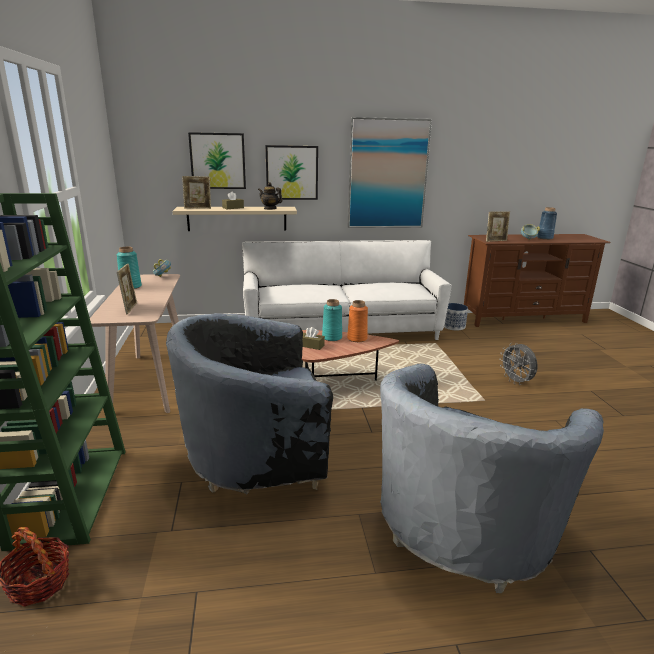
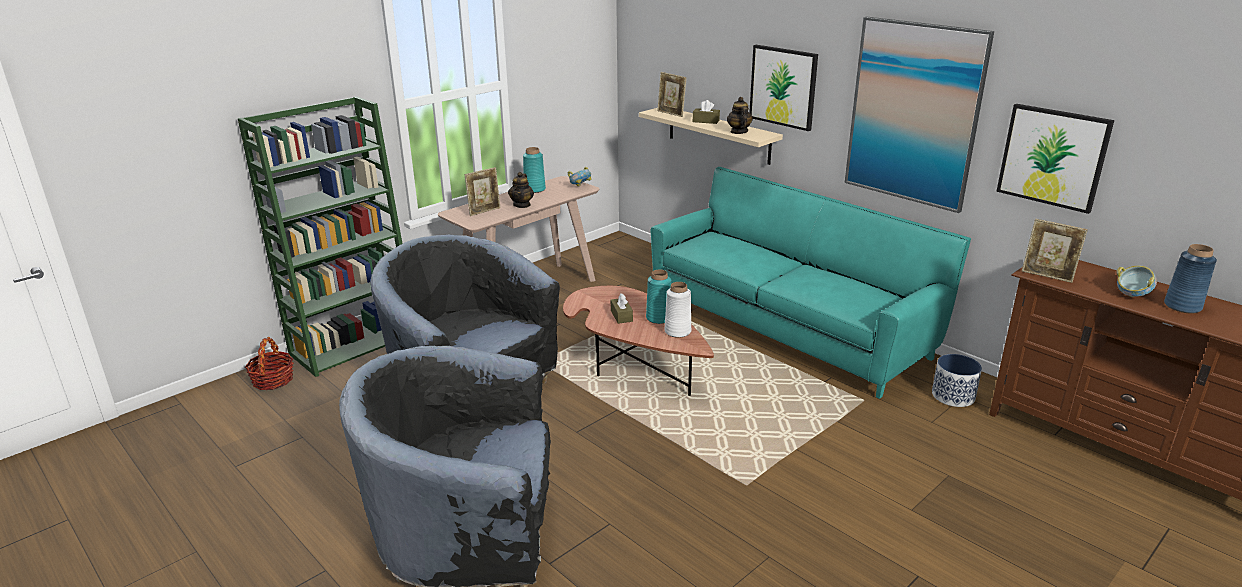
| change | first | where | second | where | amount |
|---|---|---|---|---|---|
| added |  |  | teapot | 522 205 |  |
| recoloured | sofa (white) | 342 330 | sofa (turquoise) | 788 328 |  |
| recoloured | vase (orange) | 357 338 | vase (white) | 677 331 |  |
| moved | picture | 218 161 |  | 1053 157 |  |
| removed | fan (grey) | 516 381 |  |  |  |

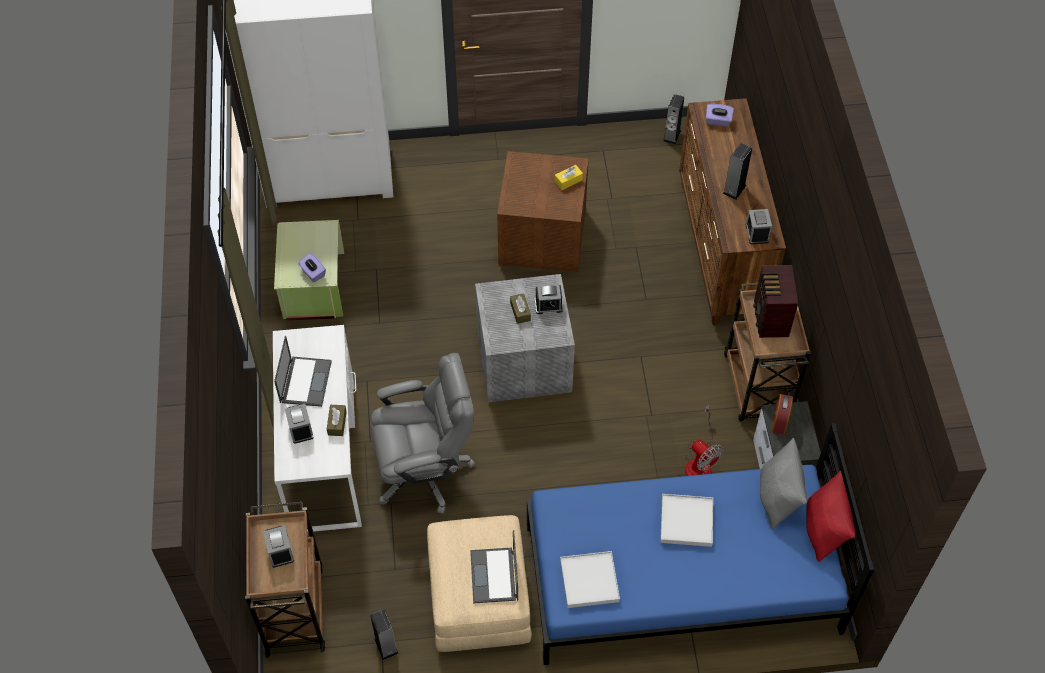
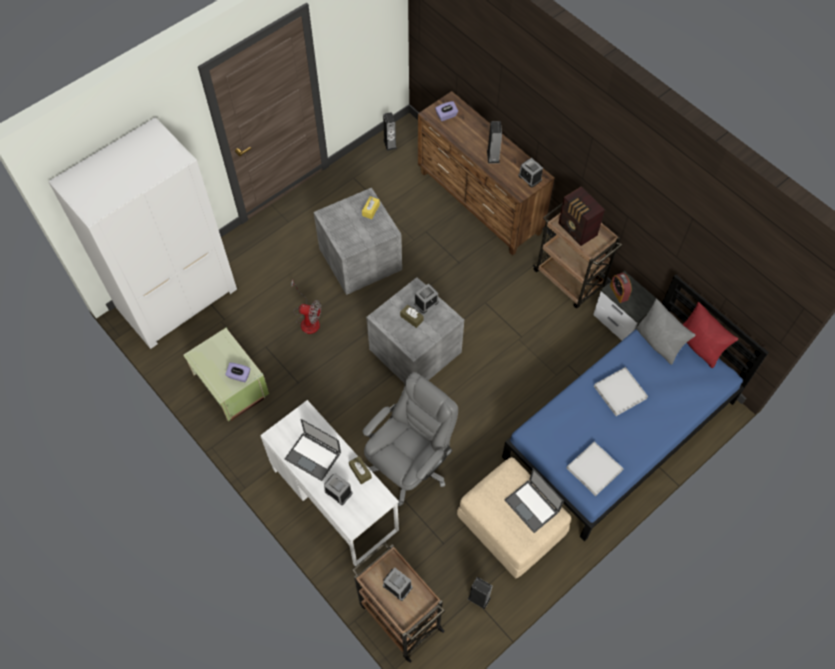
| change | first | where | second | where | amount |
|---|---|---|---|---|---|
| turned | laptop | 305 381 |  | 313 456 | 150 degrees clockwise |
| moved | fan | 699 462 |  | 307 319 |  |
| recoloured | storage box (brown) | 544 236 | storage box (grey) | 360 258 |  |

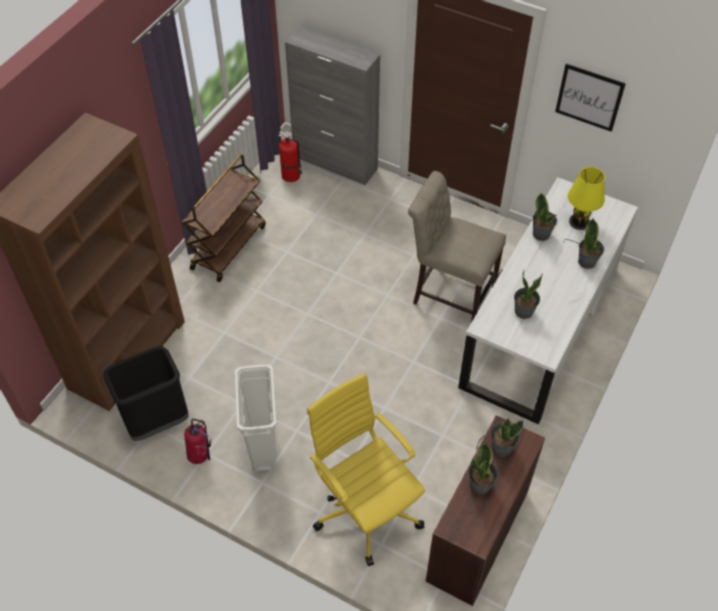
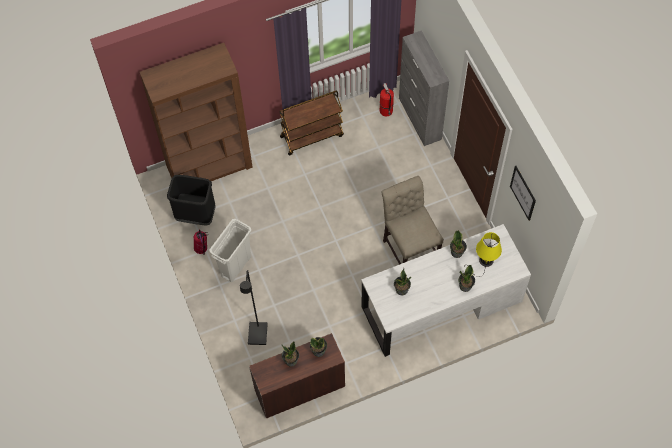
| change | first | where | second | where | amount |
|---|---|---|---|---|---|
| replaced | office chair (yellow) | 366 508 | floor lamp (black) | 258 334 |  |

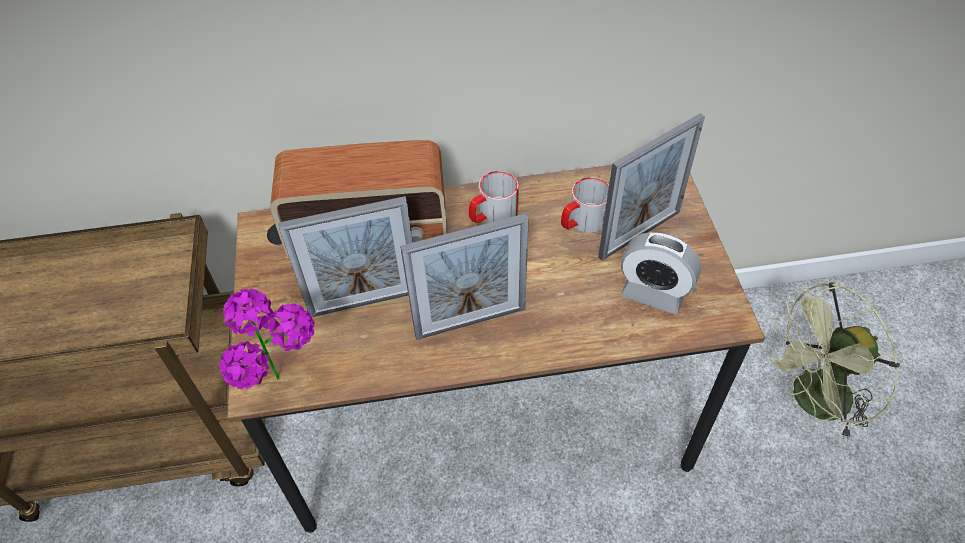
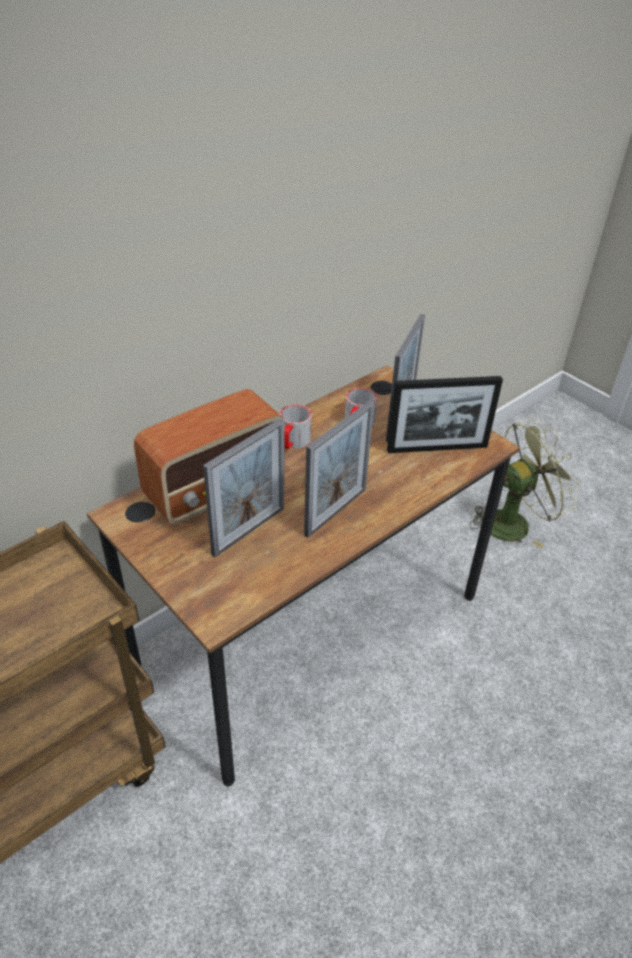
| change | first | where | second | where | amount |
|---|---|---|---|---|---|
| replaced | alarm clock | 653 293 | picture frame | 437 448 |  |
| turned | fan (green) | 811 402 |  | 514 522 | 150 degrees counterclockwise |
| removed | potted plant | 288 389 |  |  |  |

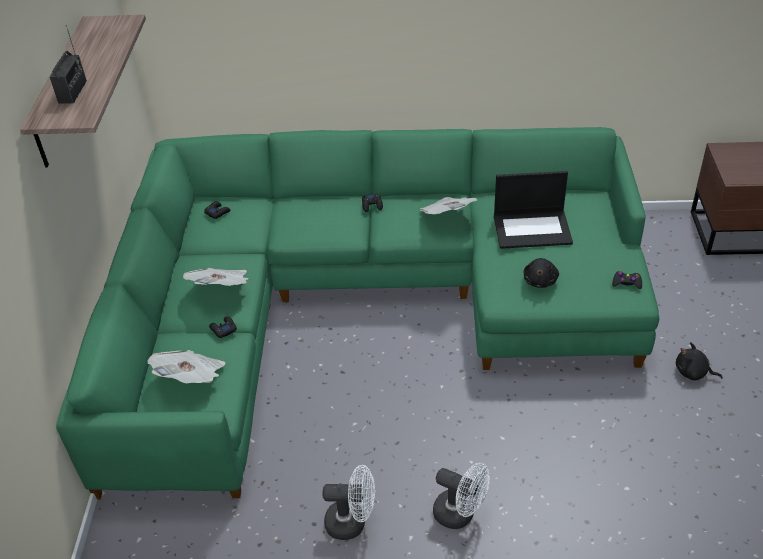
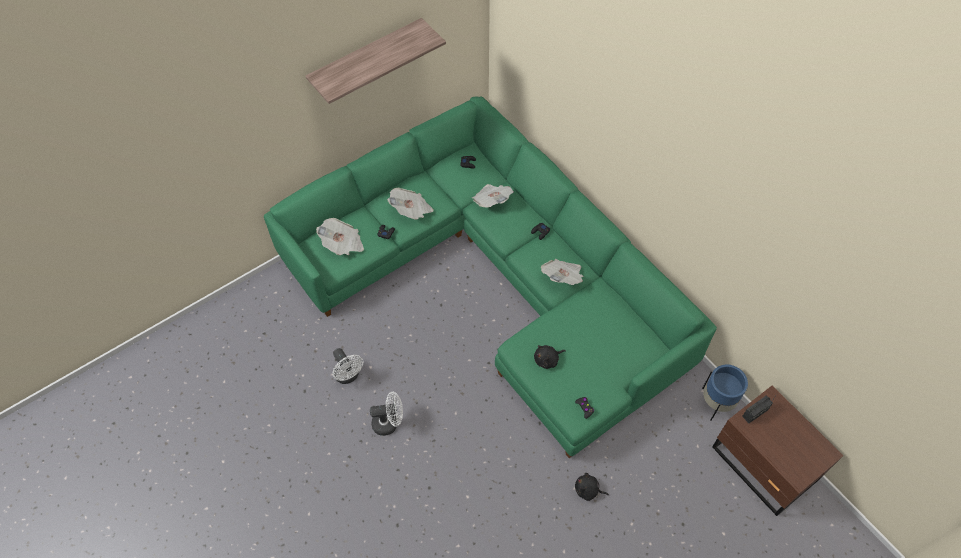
| change | first | where | second | where | amount |
|---|---|---|---|---|---|
| turned | fan (white) | 460 514 |  | 389 423 | 90 degrees counterclockwise |
| added |  |  | newspaper | 492 201 |  |
| turned | plush toy (black) | 693 373 |  | 588 490 | 60 degrees counterclockwise |
| added |  |  | planter (blue) | 716 403 |  |
| moved | radio | 73 92 |  | 755 413 |  |
| removed | laptop | 533 229 |  |  |  |

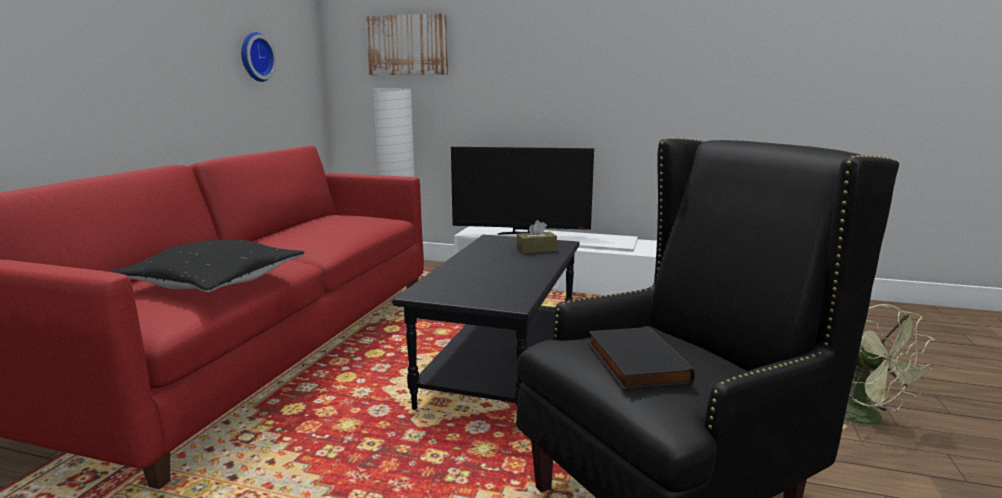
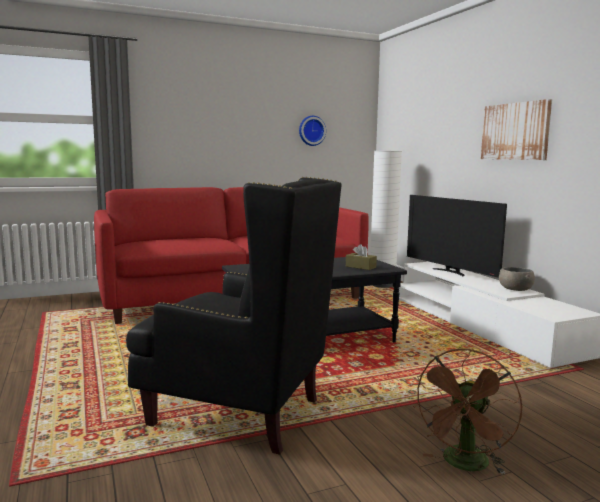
| change | first | where | second | where | amount |
|---|---|---|---|---|---|
| recoloured | fan (green) | 866 418 | fan (brown) | 465 465 |  |
| moved | picture | 407 45 |  | 515 131 |  |
| added |  |  | bowl (grey) | 515 289 |  |
| removed | pillow (black) | 213 282 |  |  |  |
| removed | book (black) | 634 363 |  |  |  |

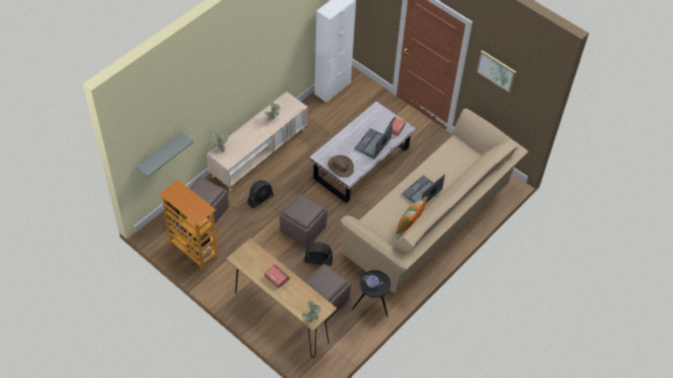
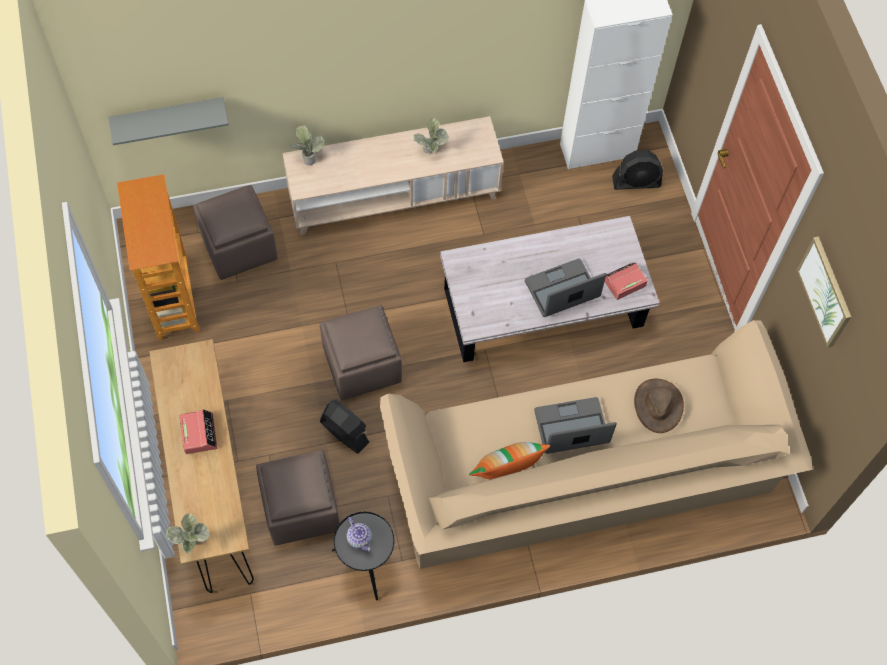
| change | first | where | second | where | amount |
|---|---|---|---|---|---|
| moved | fan (black) | 260 199 |  | 636 182 |  |
| moved | hat (brown) | 340 166 |  | 657 405 |  |

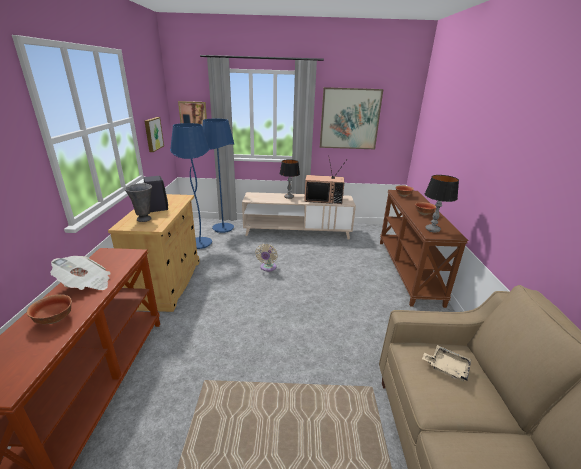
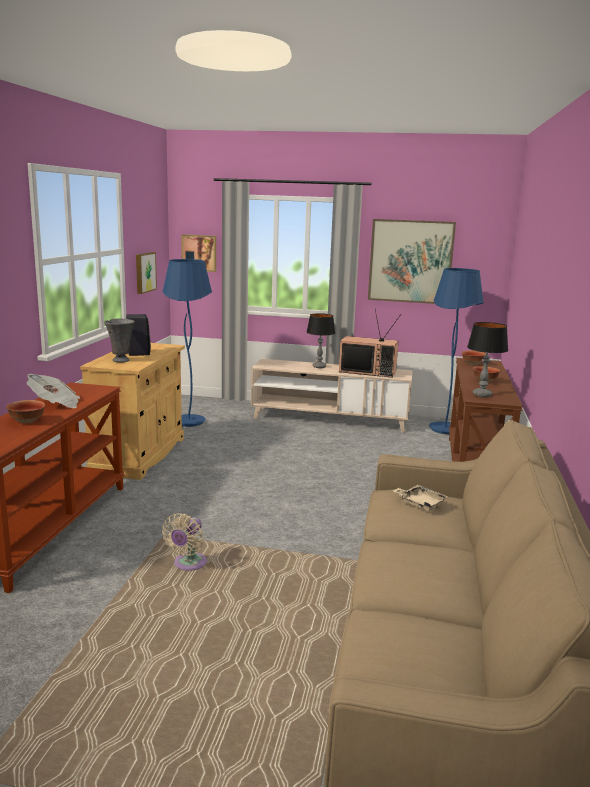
| change | first | where | second | where | amount |
|---|---|---|---|---|---|
| moved | fan (beige) | 267 268 |  | 188 564 |  |
| moved | floor lamp (blue) | 223 228 |  | 445 429 |  |

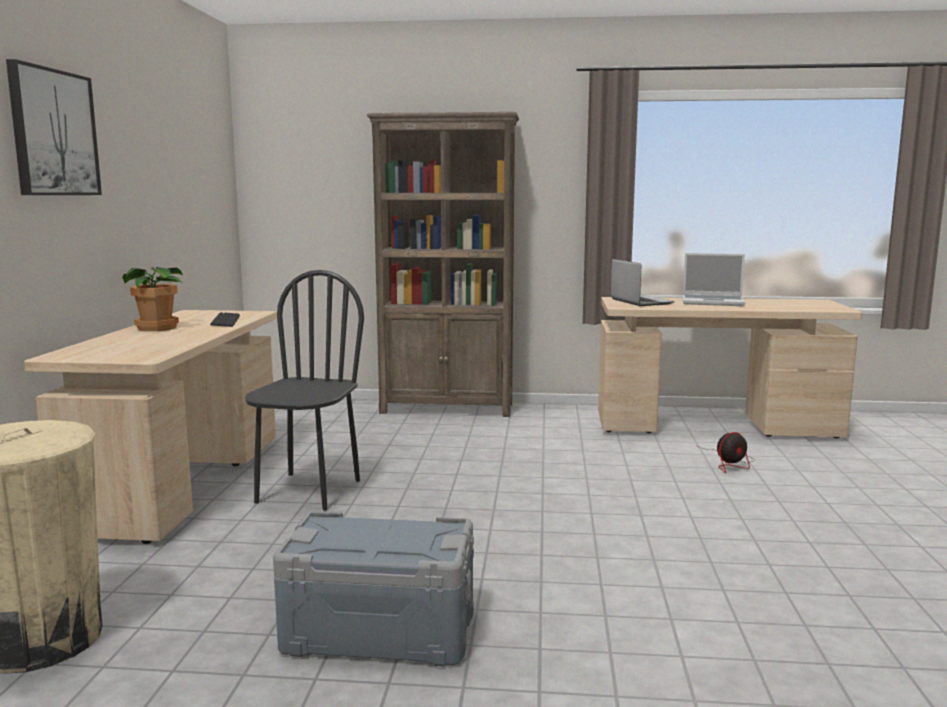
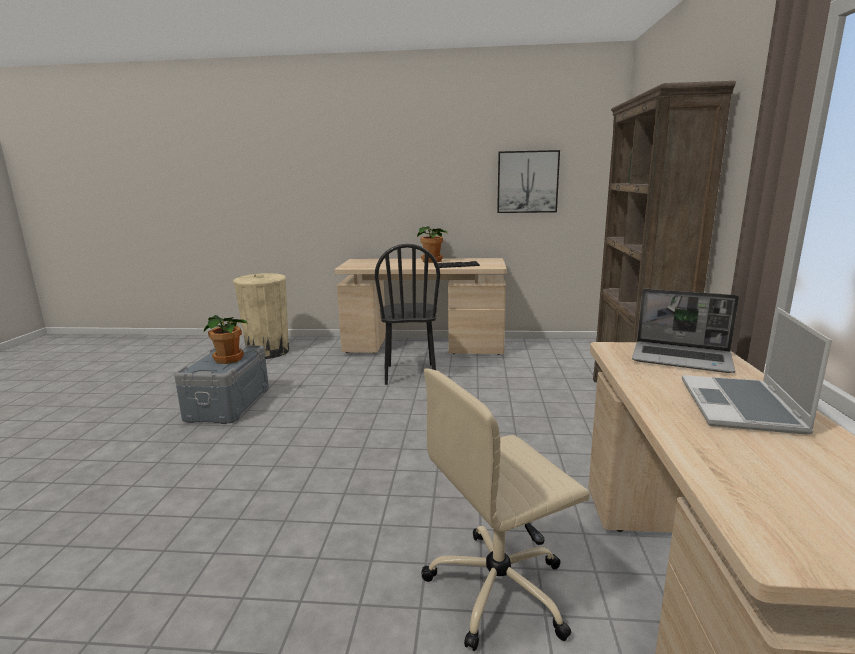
| change | first | where | second | where | amount |
|---|---|---|---|---|---|
| added |  |  | potted plant | 229 359 |  |
| turned | chair (black) | 308 491 |  | 410 374 | 75 degrees clockwise |
| replaced | fan | 730 464 | office chair (beige) | 500 588 |  |
| moved | picture | 53 133 |  | 527 182 |  |
| turned | laptop | 640 301 |  | 682 359 | 45 degrees clockwise |

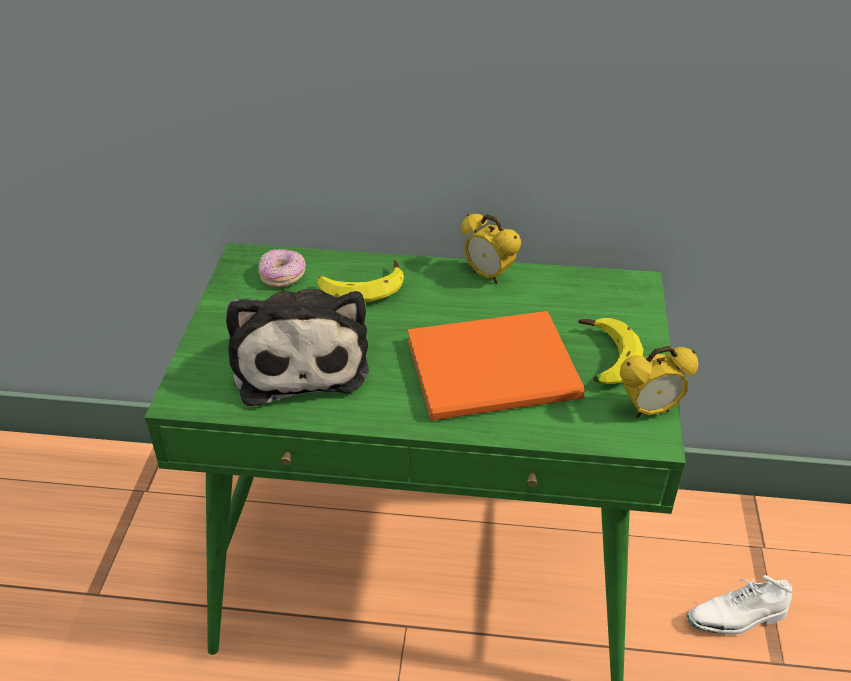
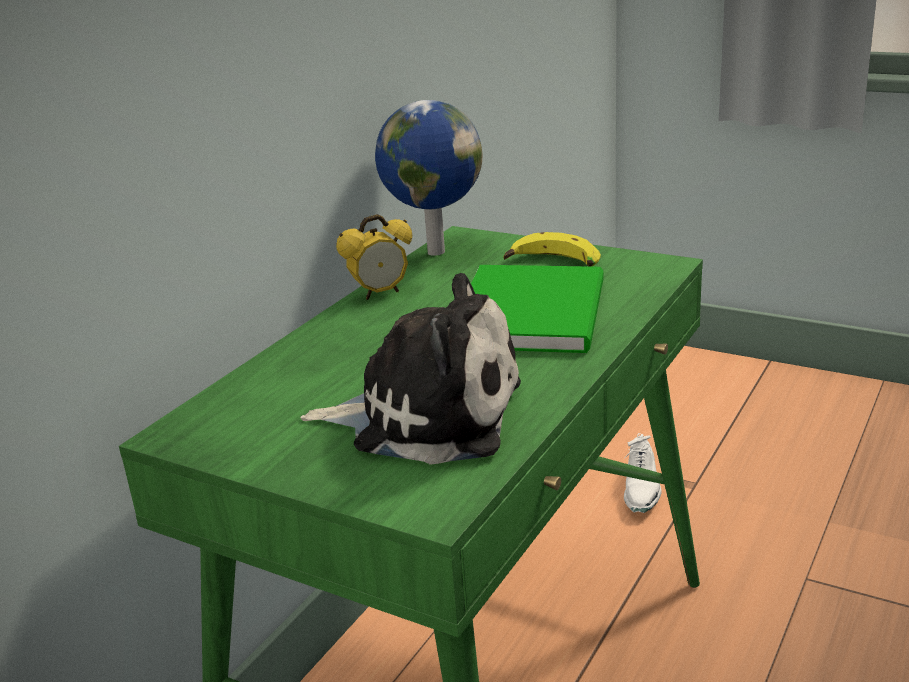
| change | first | where | second | where | amount |
|---|---|---|---|---|---|
| added |  |  | globe | 434 252 |  |
| recoloured | book (orange) | 498 371 | book (green) | 536 311 |  |
| removed | donut | 283 276 |  |  |  |
| removed | banana | 361 286 |  |  |  |
| removed | alarm clock | 649 410 |  |  |  |

